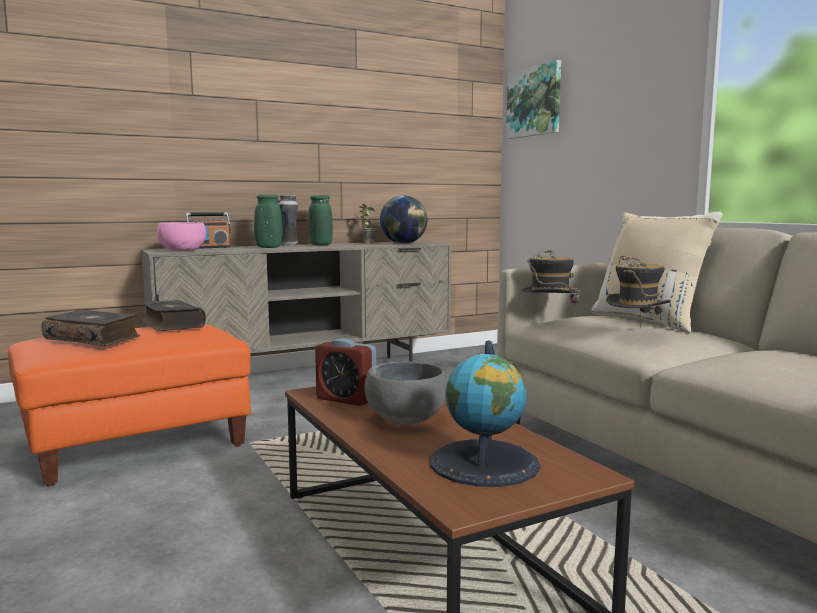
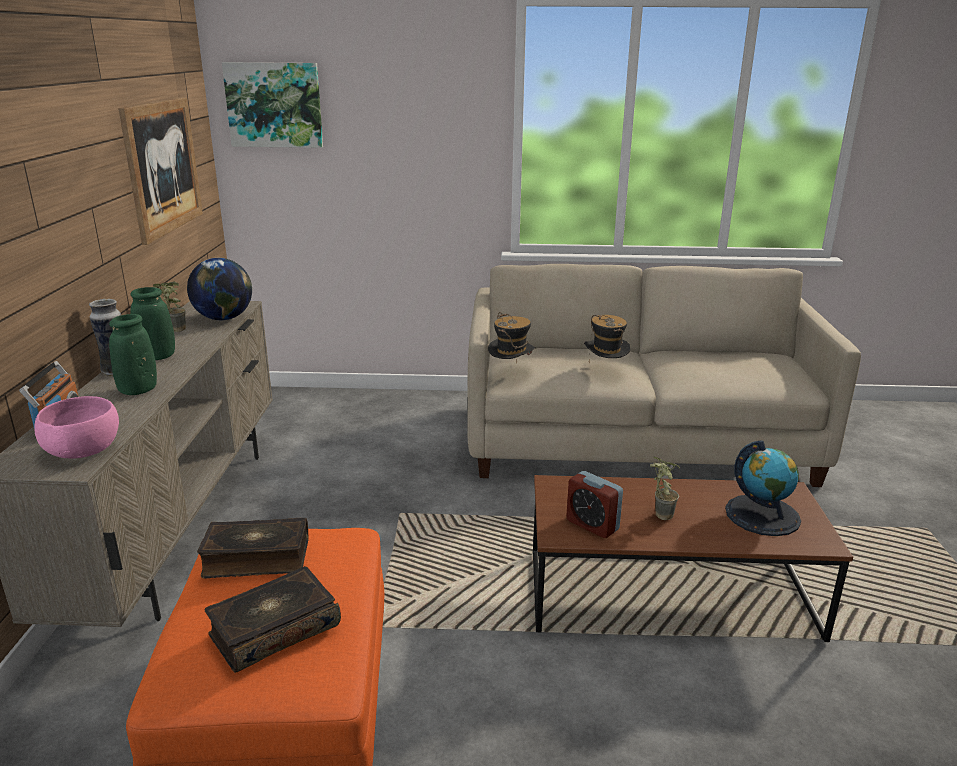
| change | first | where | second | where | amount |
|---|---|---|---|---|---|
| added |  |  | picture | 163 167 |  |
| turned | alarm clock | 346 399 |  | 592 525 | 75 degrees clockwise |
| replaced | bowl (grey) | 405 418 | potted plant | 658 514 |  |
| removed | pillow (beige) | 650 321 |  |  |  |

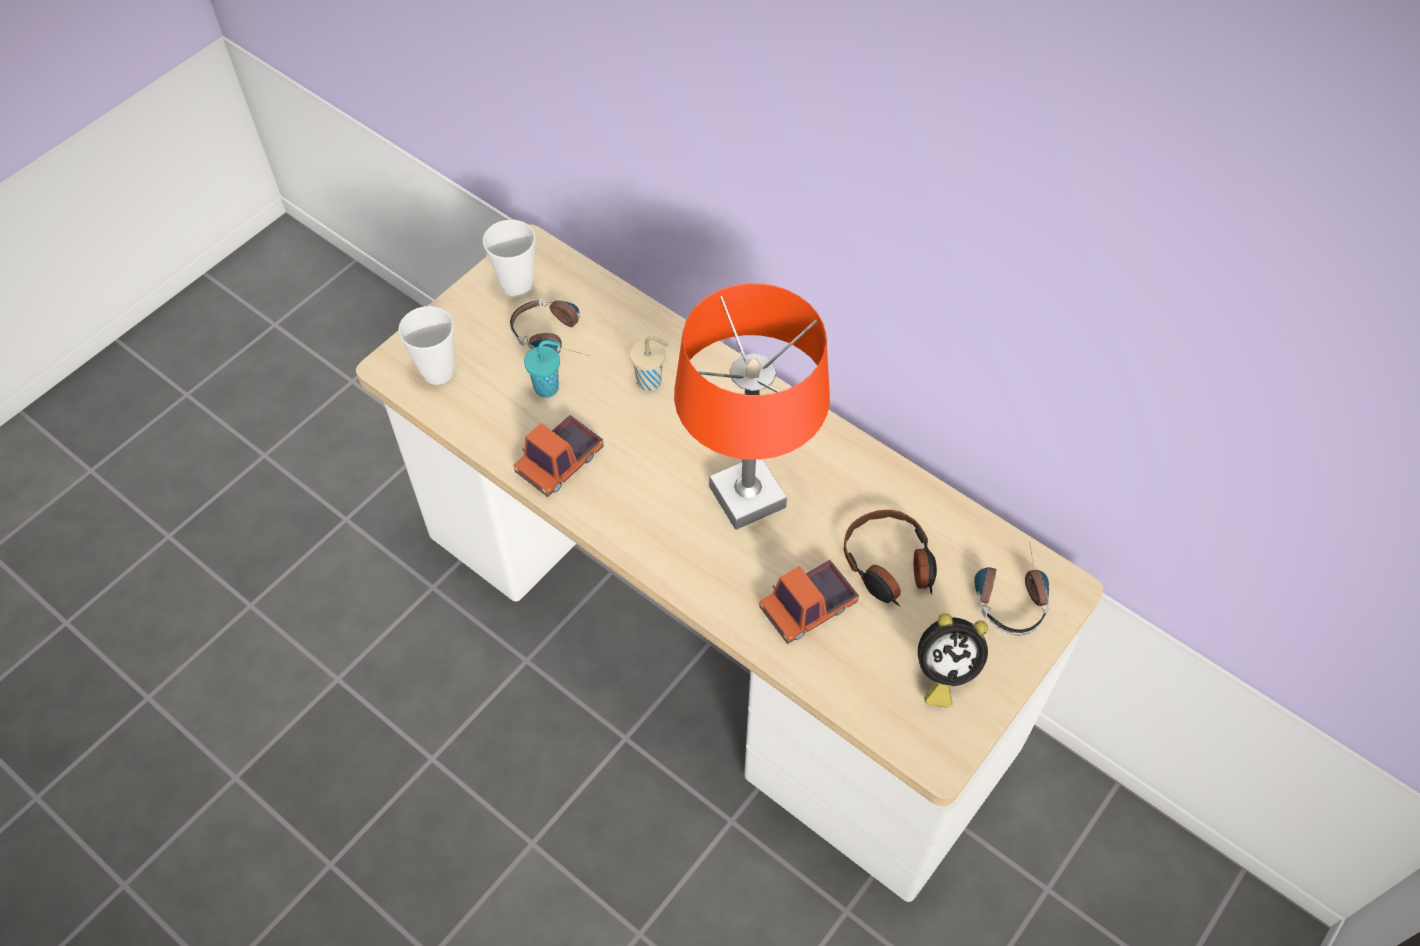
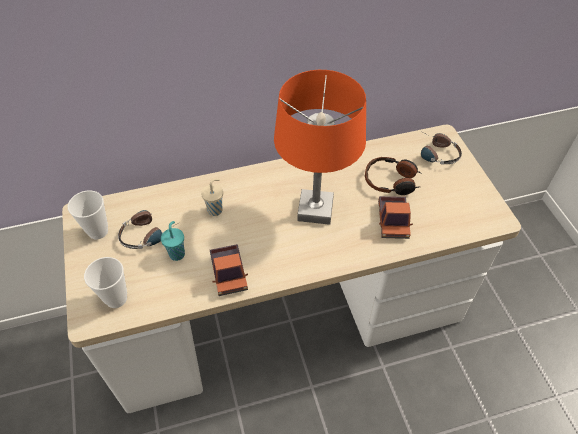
| change | first | where | second | where | amount |
|---|---|---|---|---|---|
| removed | alarm clock | 943 672 |  |  |  |

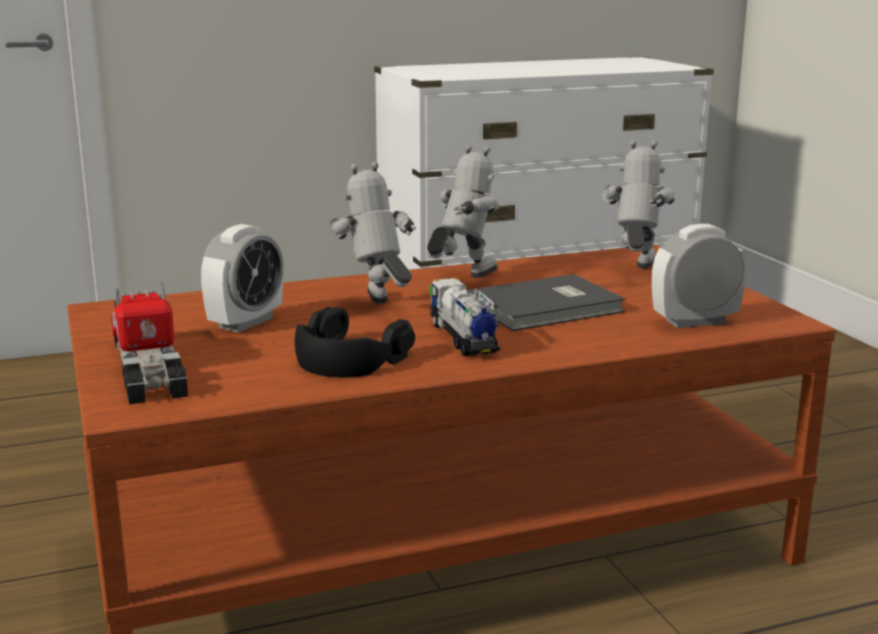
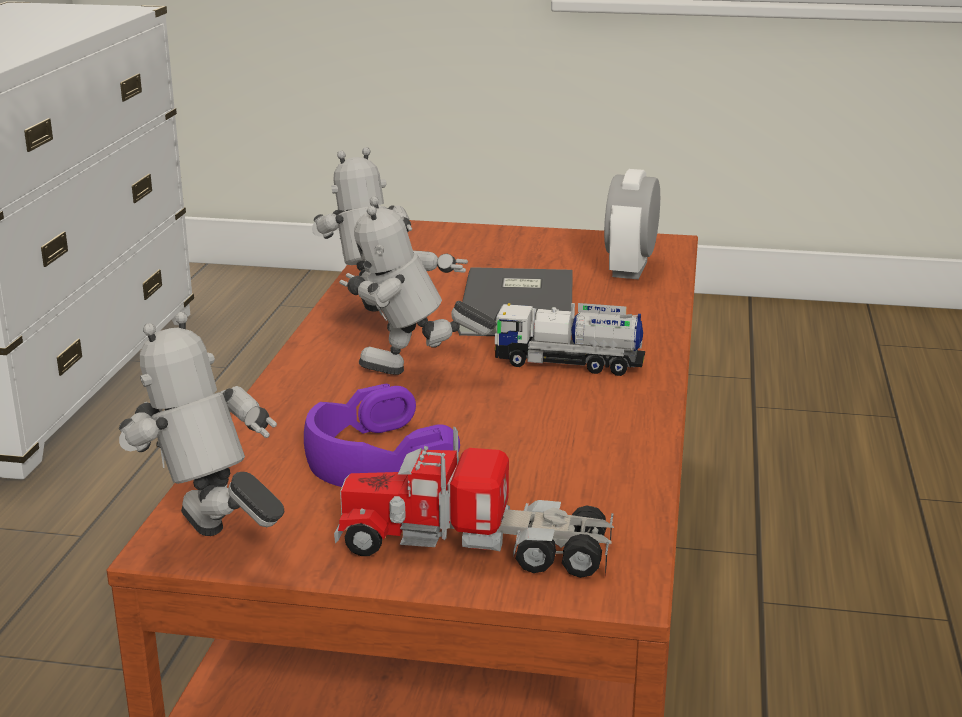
| change | first | where | second | where | amount |
|---|---|---|---|---|---|
| moved | toy robot | 635 270 |  | 214 546 |  |
| replaced | alarm clock | 245 322 | headphones (purple) | 374 457 |  |
| removed | headphones (black) | 348 358 |  |  |  |

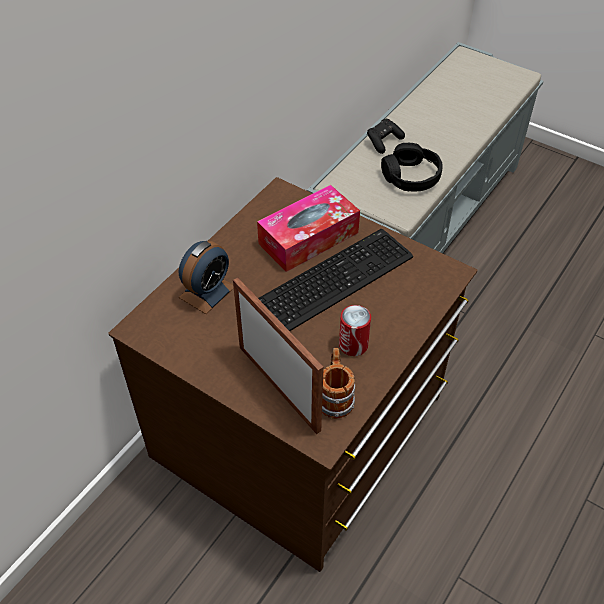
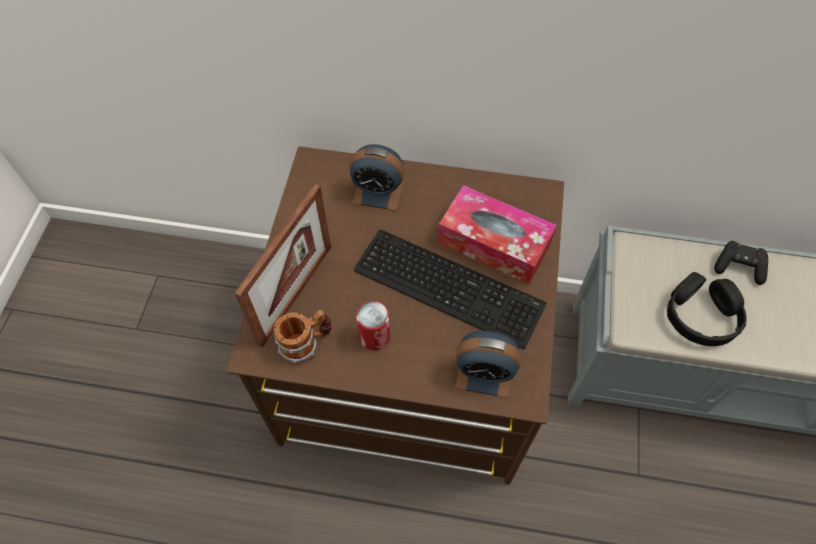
| change | first | where | second | where | amount |
|---|---|---|---|---|---|
| added |  |  | alarm clock | 484 373 |  |

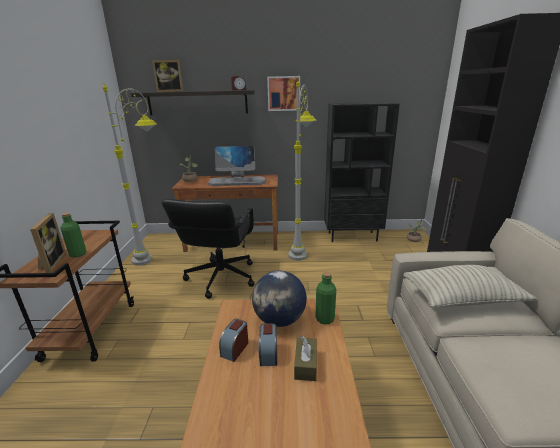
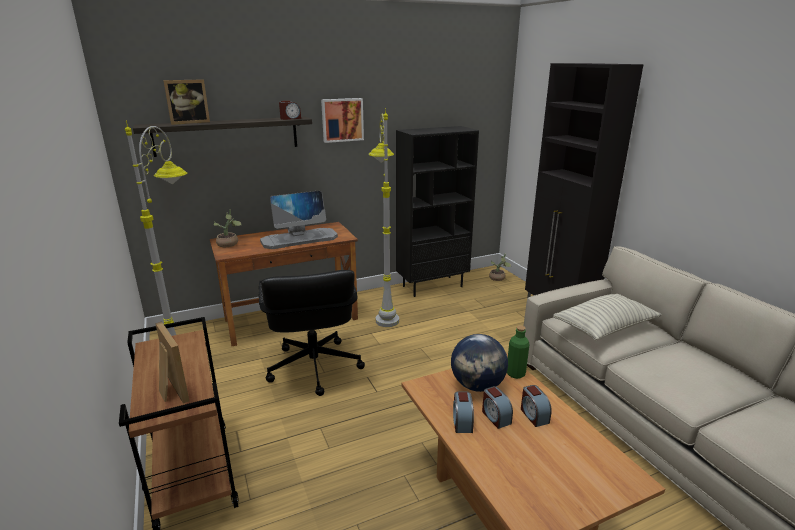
| change | first | where | second | where | amount |
|---|---|---|---|---|---|
| replaced | tissue box (brown) | 305 364 | alarm clock | 533 415 |  |
| removed | bottle (green) | 78 254 |  |  |  |

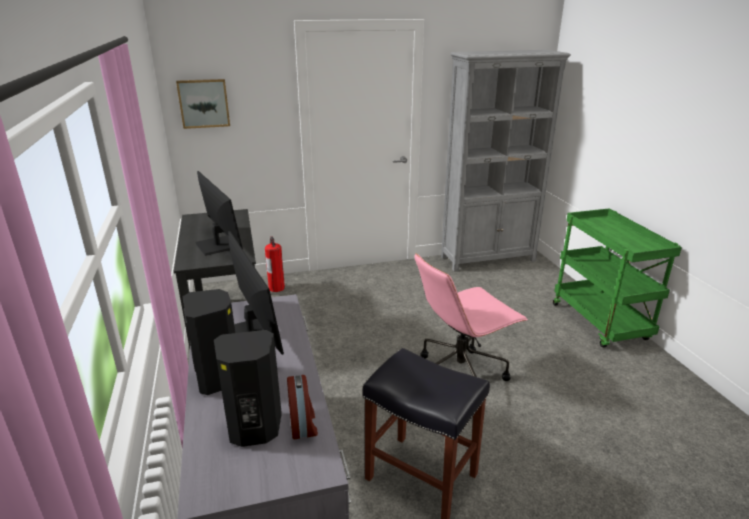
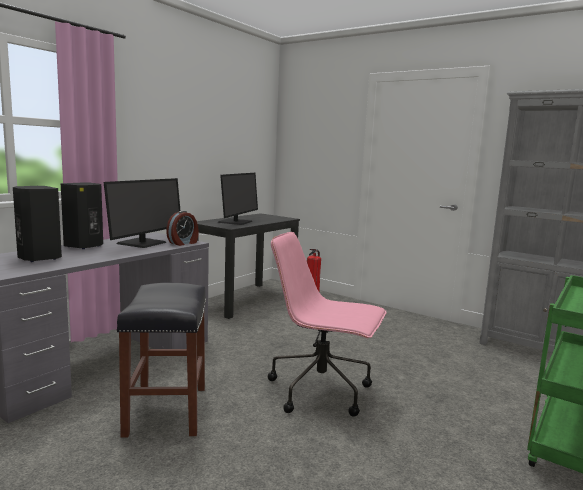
| change | first | where | second | where | amount |
|---|---|---|---|---|---|
| moved | alarm clock | 303 424 |  | 183 243 |  |
| removed | picture | 204 103 |  |  |  |

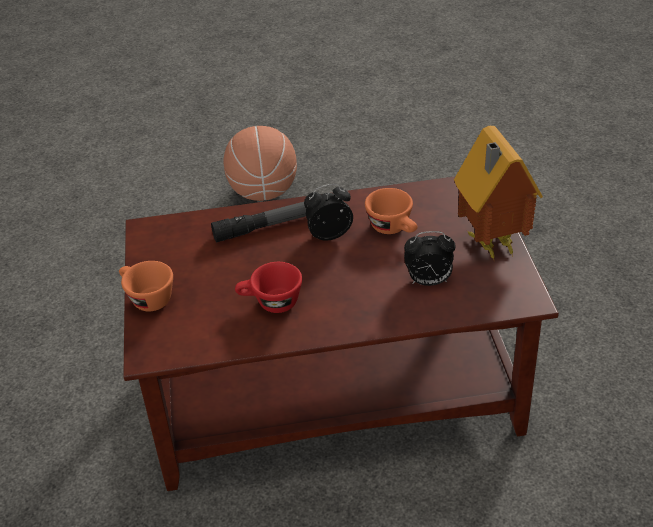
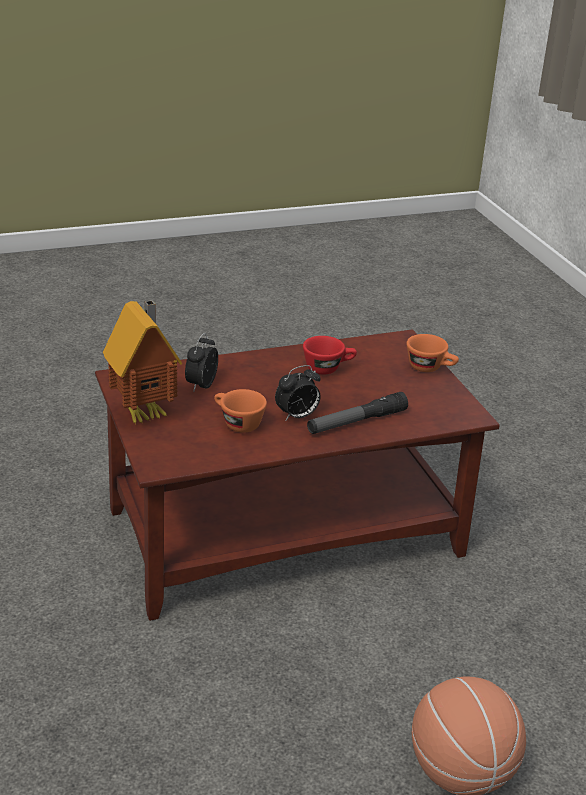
| change | first | where | second | where | amount |
|---|---|---|---|---|---|
| turned | alarm clock | 428 281 |  | 201 385 | 60 degrees counterclockwise |

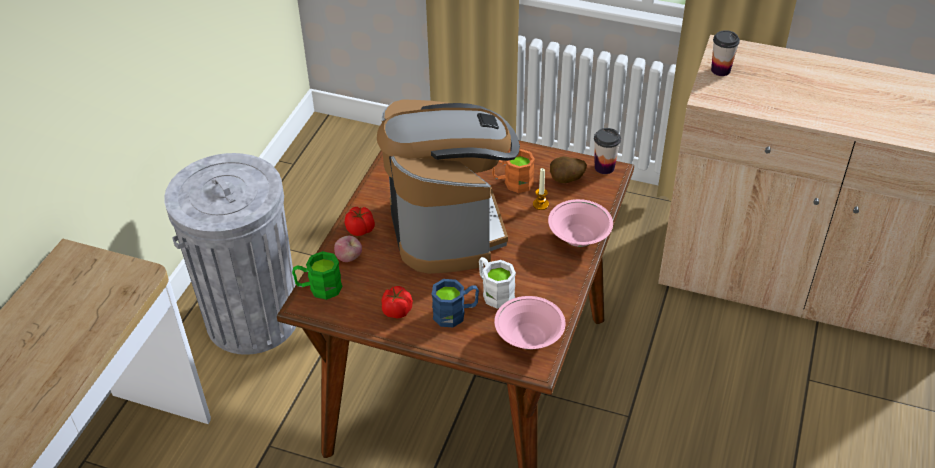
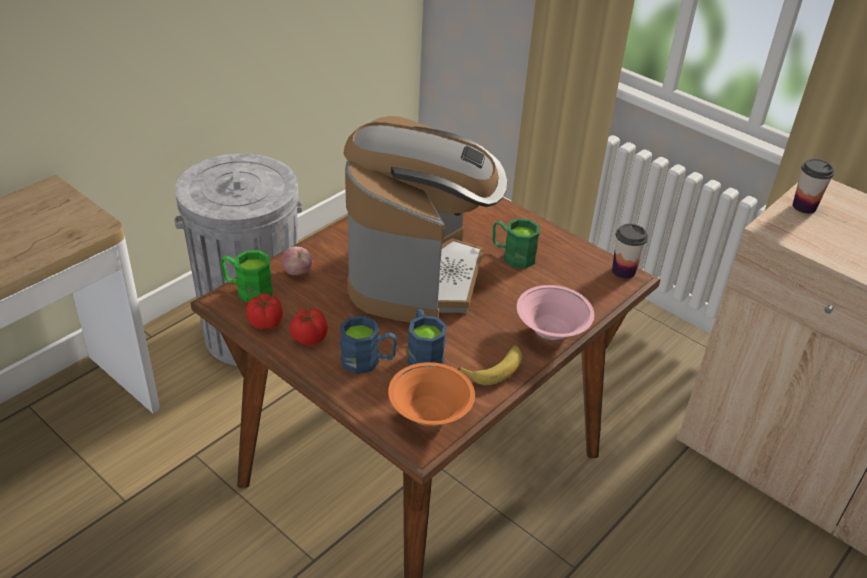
| change | first | where | second | where | amount |
|---|---|---|---|---|---|
| moved | tomato | 361 230 |  | 266 323 |  |
| recoloured | bowl (pink) | 528 339 | bowl (orange) | 429 415 |  |
| recoloured | mug (white) | 494 292 | mug (blue) | 423 354 |  |
| added |  |  | banana | 494 369 |  |
| recoloured | mug (orange) | 512 182 | mug (green) | 512 255 |  |
| removed | candle | 540 204 |  |  |  |
| removed | potato | 566 181 |  |  |  |

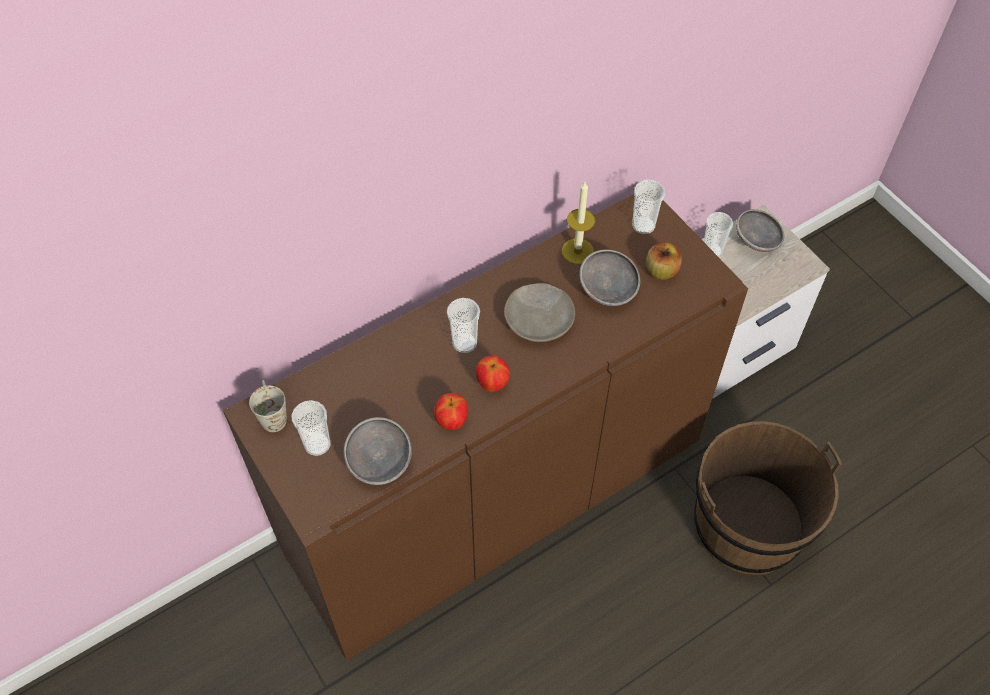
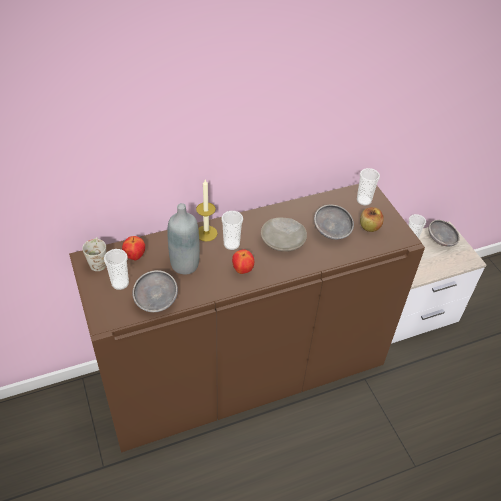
| change | first | where | second | where | amount |
|---|---|---|---|---|---|
| moved | apple | 451 421 |  | 135 256 |  |
| added |  |  | bottle (grey) | 185 265 |  |
| moved | candle | 577 251 |  | 206 233 |  |
| removed | bucket (brown) | 747 524 |  |  |  |

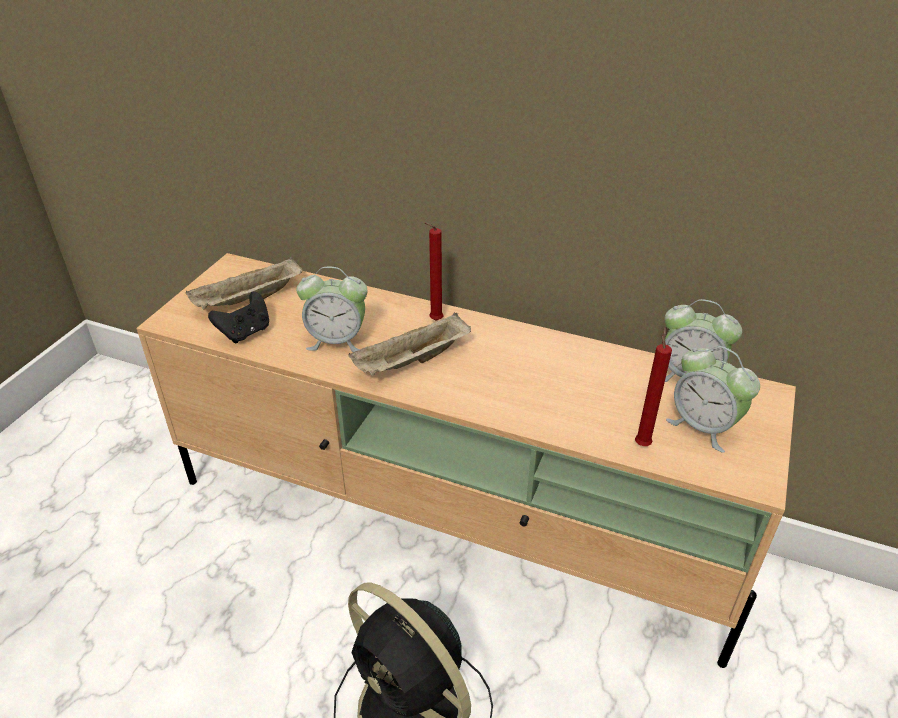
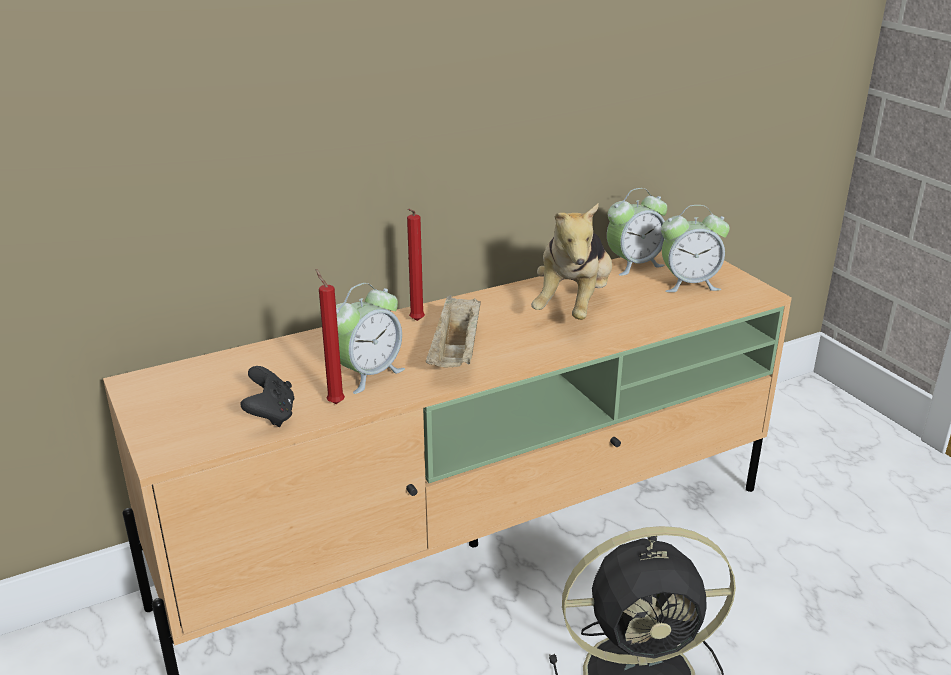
| change | first | where | second | where | amount |
|---|---|---|---|---|---|
| moved | candle (red) | 642 443 |  | 334 402 |  |
| added |  |  | plush toy | 573 306 |  |
| removed | tray (beige) | 248 301 |  |  |  |

